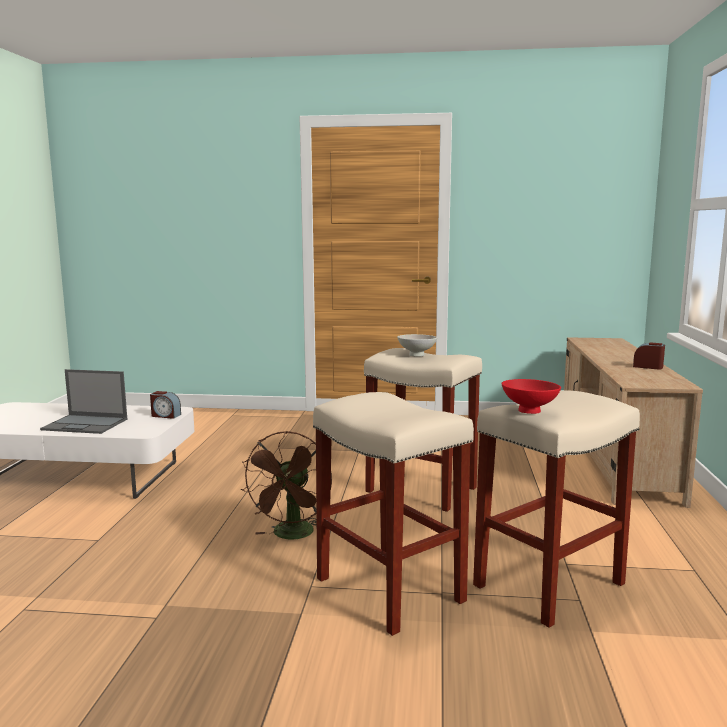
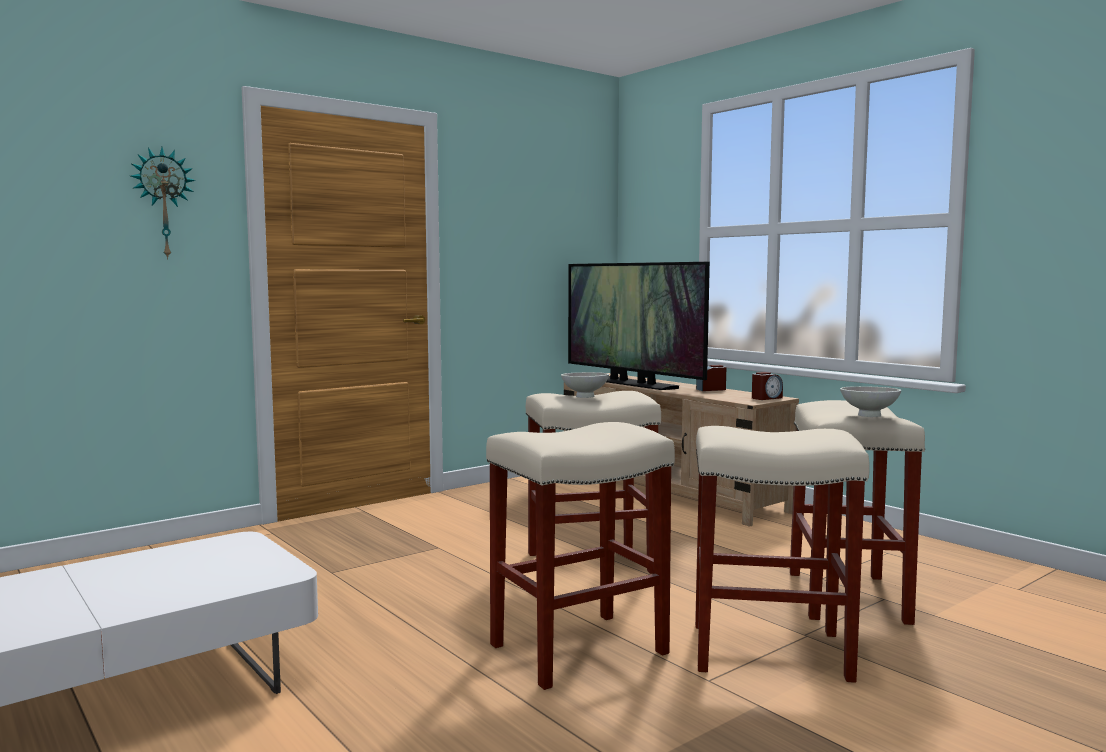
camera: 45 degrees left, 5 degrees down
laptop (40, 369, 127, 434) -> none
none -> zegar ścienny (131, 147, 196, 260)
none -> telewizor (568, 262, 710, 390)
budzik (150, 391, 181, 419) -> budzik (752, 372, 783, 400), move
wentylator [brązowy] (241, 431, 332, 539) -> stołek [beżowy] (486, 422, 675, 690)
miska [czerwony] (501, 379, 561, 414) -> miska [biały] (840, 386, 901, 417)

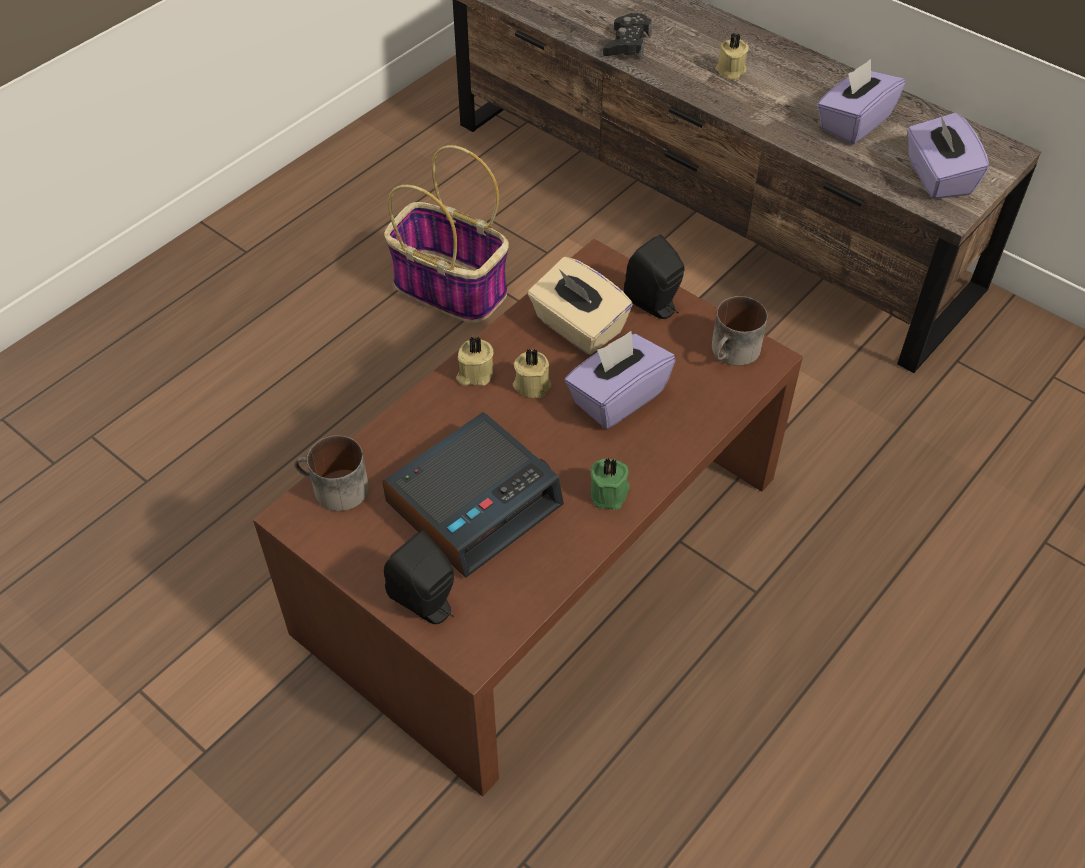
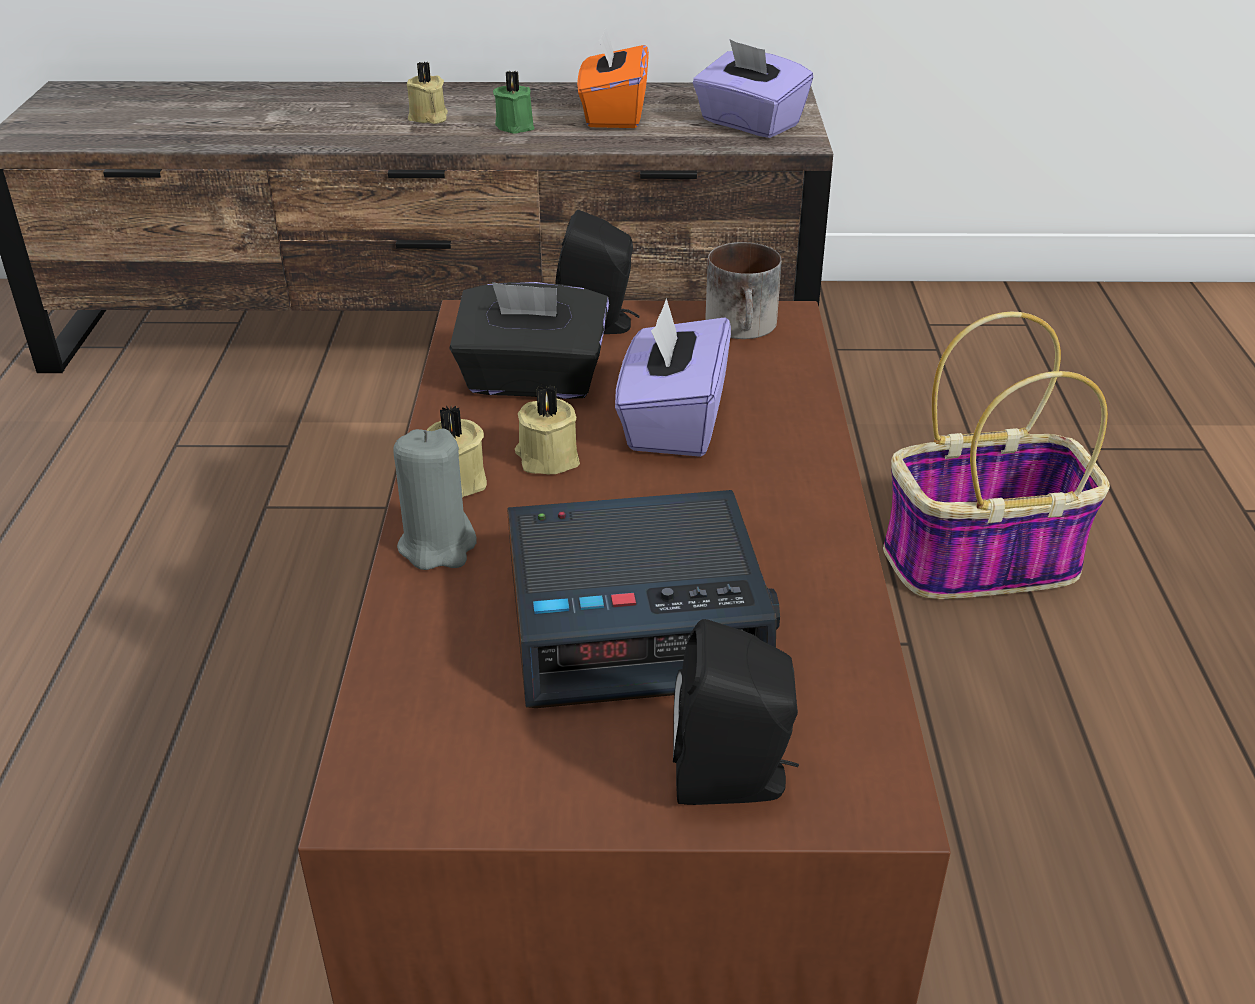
camera: 40 degrees left, 15 degrees down
kubek (294, 435, 369, 511) -> none
pad do gier [czarny] (603, 13, 652, 59) -> none
none -> świeca [szary] (393, 428, 477, 570)
koszyk (384, 145, 509, 323) -> koszyk (883, 312, 1110, 599), move
świeca [zielony] (590, 457, 630, 510) -> świeca [zielony] (493, 71, 534, 134), move
pudełko chusteczek [beżowy] (528, 257, 633, 355) -> pudełko chusteczek [czarny] (449, 282, 609, 399)
pudełko chusteczek [fioletowy] (817, 59, 905, 145) -> pudełko chusteczek [pomarańczowy] (577, 27, 649, 128)
budzik (382, 412, 564, 578) -> budzik (507, 490, 780, 708), 75 degrees clockwise

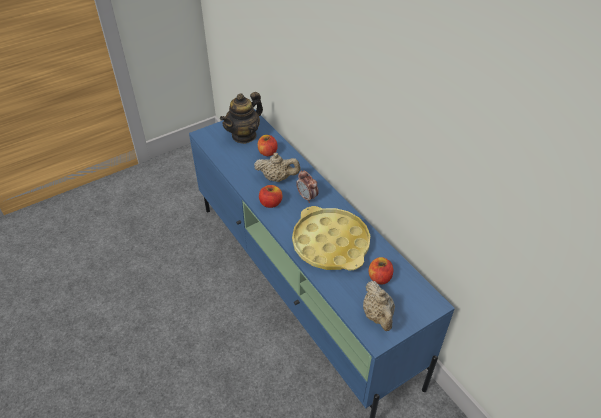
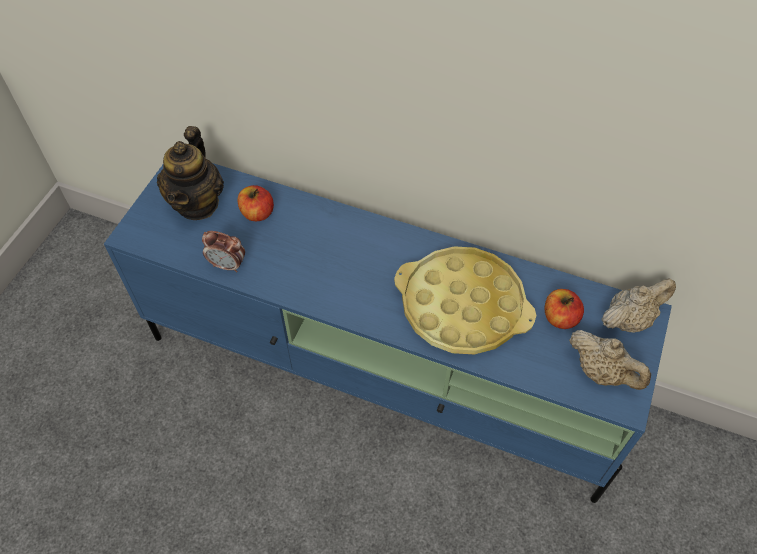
camera: 35 degrees left, 10 degrees up
jabłko (259, 185, 282, 208) -> none
imbryk [beżowy] (254, 153, 301, 182) -> imbryk [beżowy] (601, 279, 676, 332), move
budzik (296, 170, 319, 203) -> budzik (202, 231, 245, 272), move

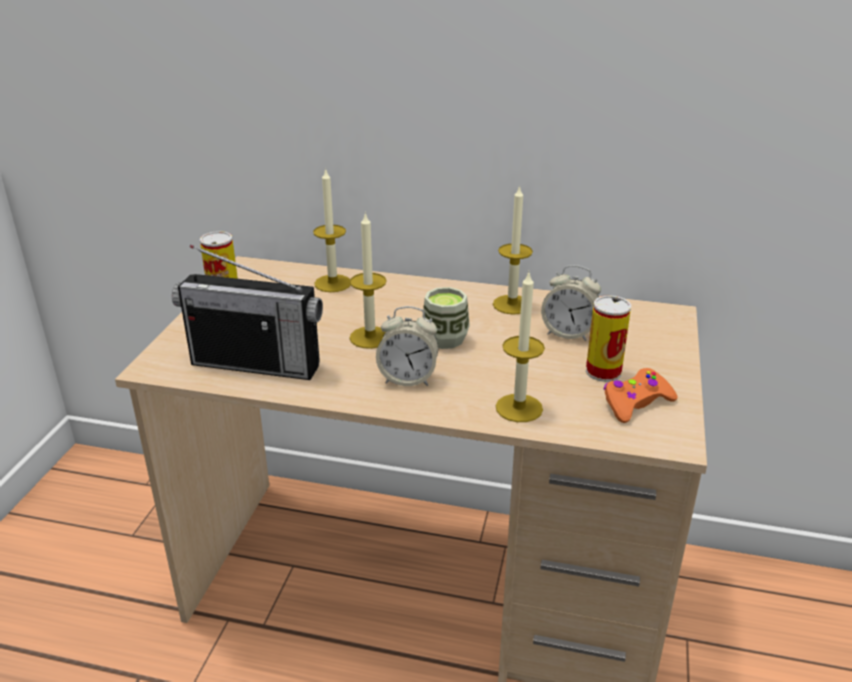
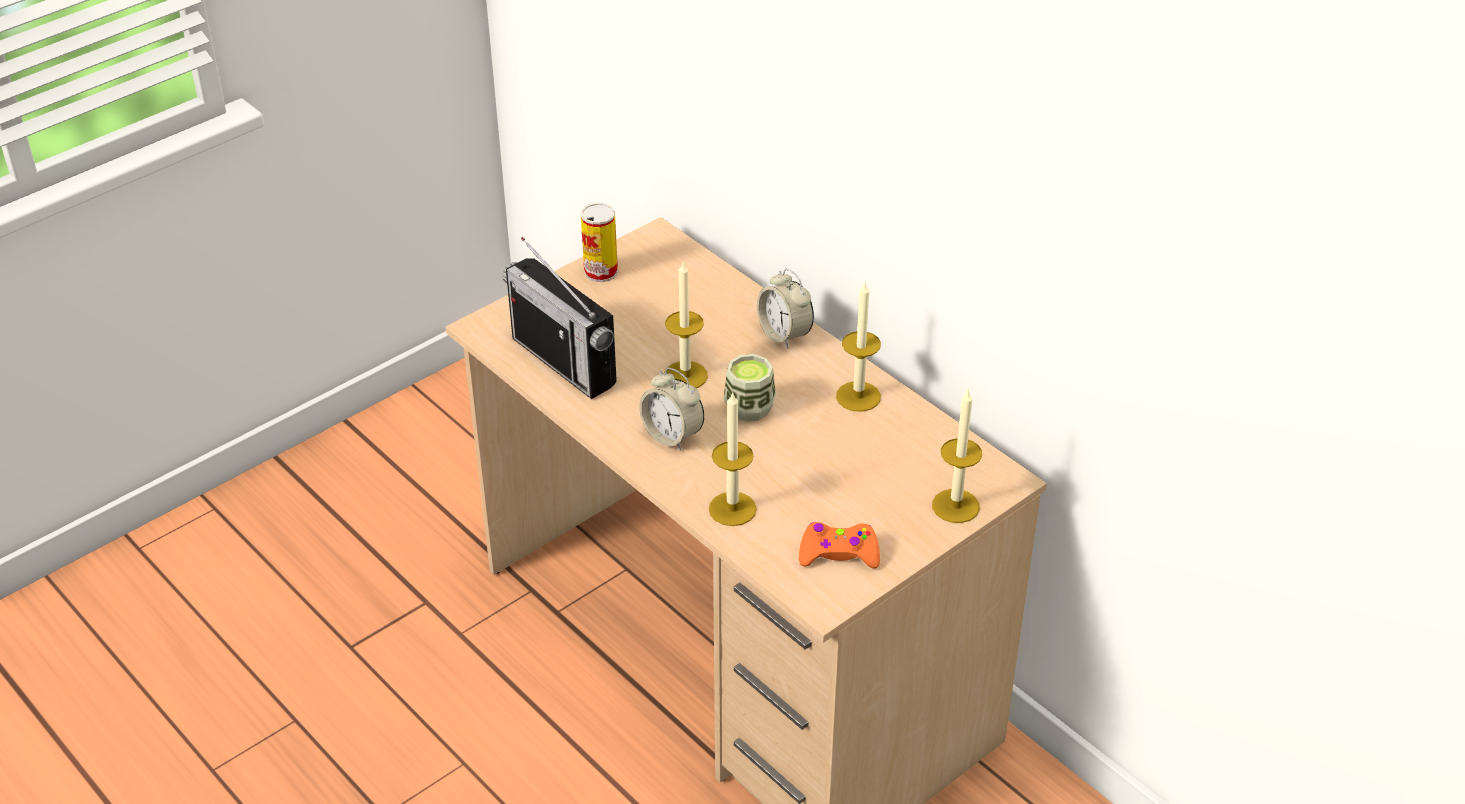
camera: 35 degrees right, 10 degrees up
puszka (586, 295, 631, 382) -> none
świeca (313, 168, 351, 292) -> świeca (932, 390, 982, 523), move
budzik (541, 265, 601, 341) -> budzik (757, 268, 814, 349), move

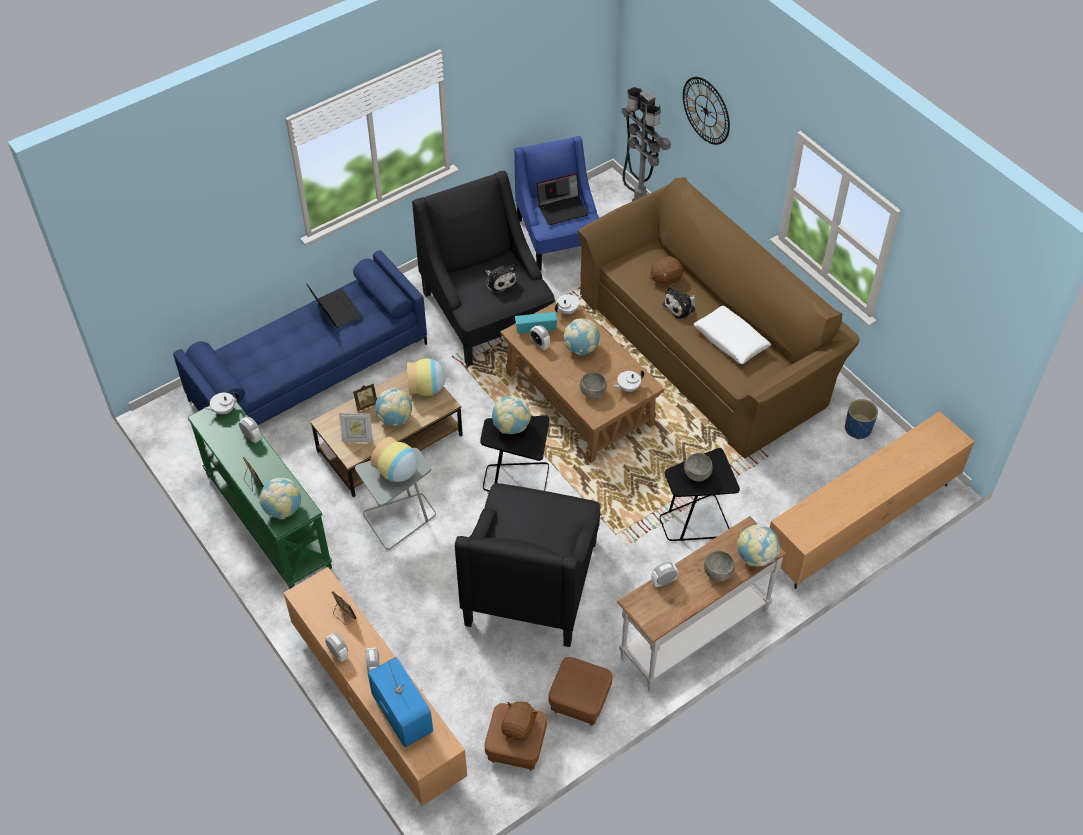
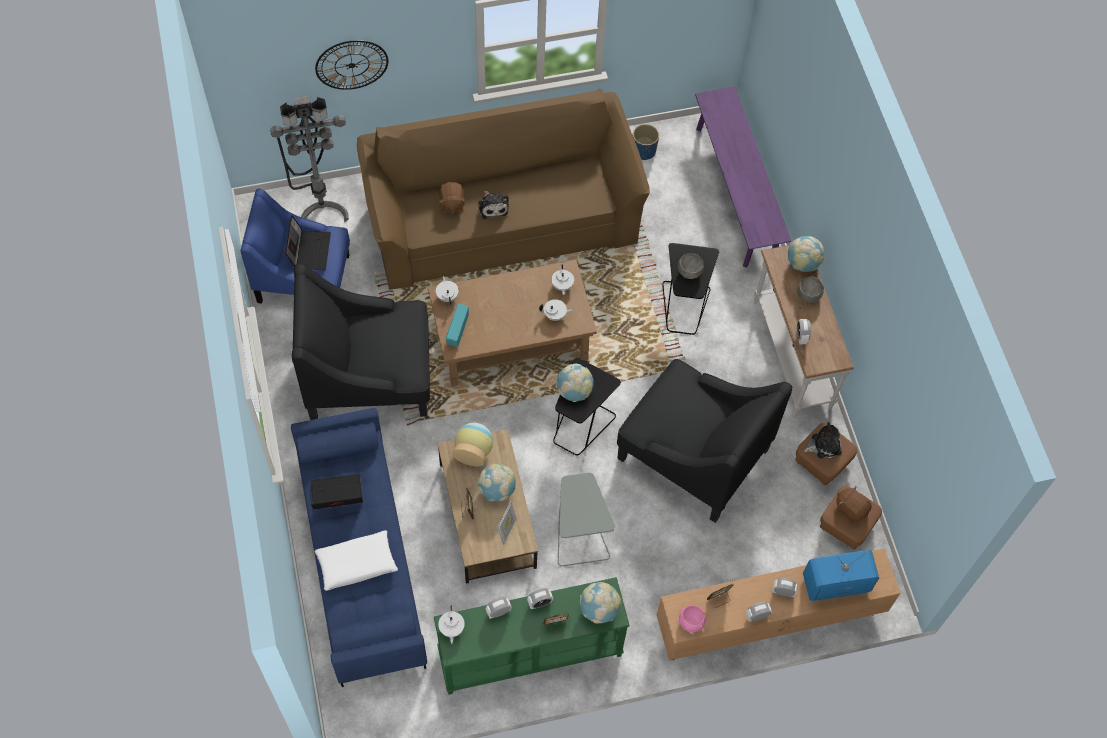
camera: 70 degrees left, 10 degrees up
wazon (370, 437, 418, 482) -> none
globus (564, 318, 600, 355) -> none
none -> miska [różowy] (678, 605, 707, 634)
pluszak (484, 264, 517, 295) -> pluszak (803, 422, 842, 458), move
budzik (530, 325, 550, 350) -> budzik (527, 588, 553, 609), move
poduszka [biały] (694, 306, 771, 364) -> poduszka [biały] (315, 530, 398, 591), move
miska [szary] (580, 372, 607, 399) -> imbryk [biały] (539, 299, 573, 321)
szafka pod telewizor [brązowy] (770, 411, 974, 589) -> ławka [fioletowy] (695, 87, 791, 268)

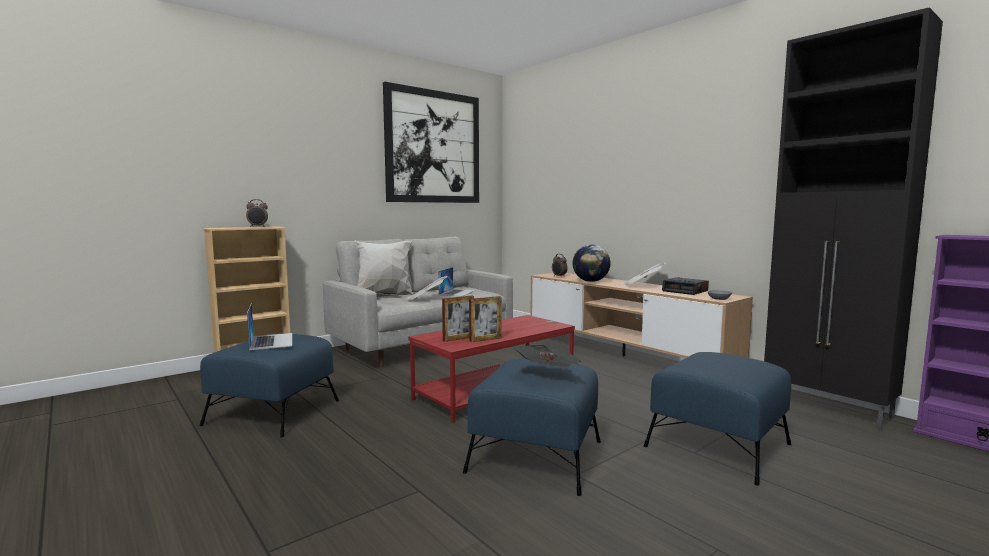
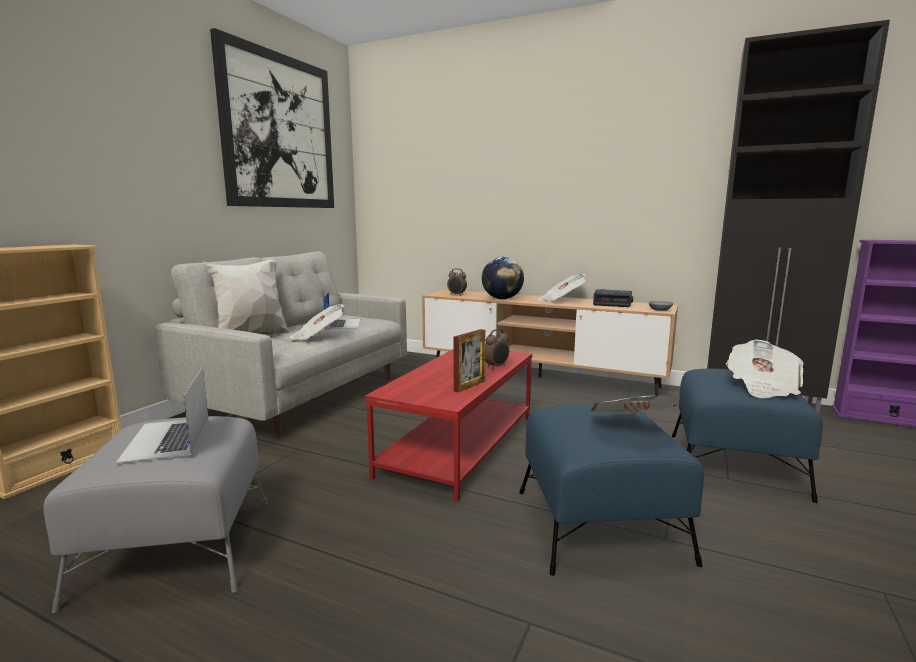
camera: 25 degrees left, 5 degrees up
ramka na zdjęcie (442, 296, 474, 342) -> none
none -> gazeta (726, 340, 803, 398)
budzik (246, 199, 268, 227) -> budzik (485, 329, 509, 369), move
pufa [niebieski] (199, 333, 339, 437) -> pufa [szary] (43, 416, 268, 613)
laptop (247, 303, 292, 350) -> laptop (116, 367, 208, 464), 150 degrees counterclockwise

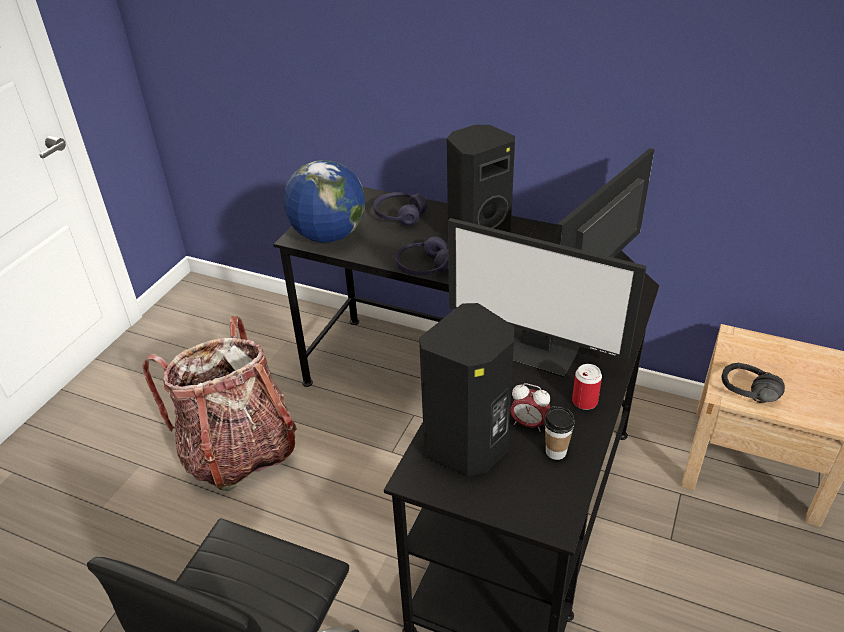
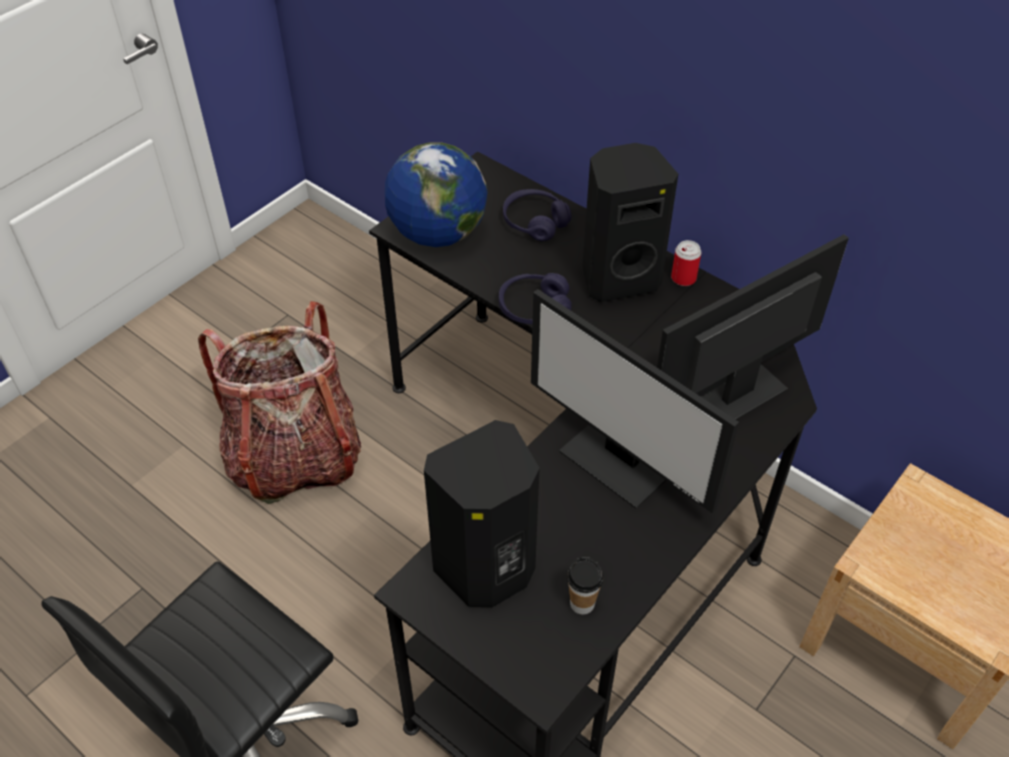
camera: 15 degrees right, 10 degrees up
budzik (510, 383, 550, 432) -> none
słuchawki [czarny] (722, 363, 785, 403) -> none
puszka (572, 364, 602, 410) -> puszka (671, 240, 701, 286), move

